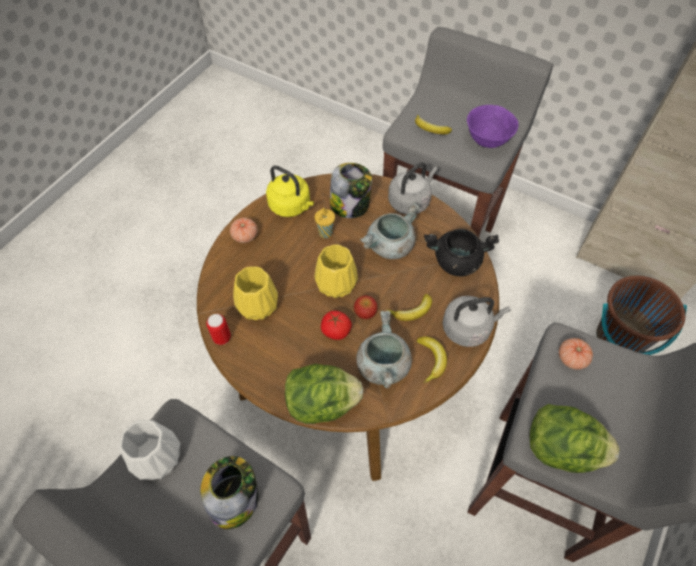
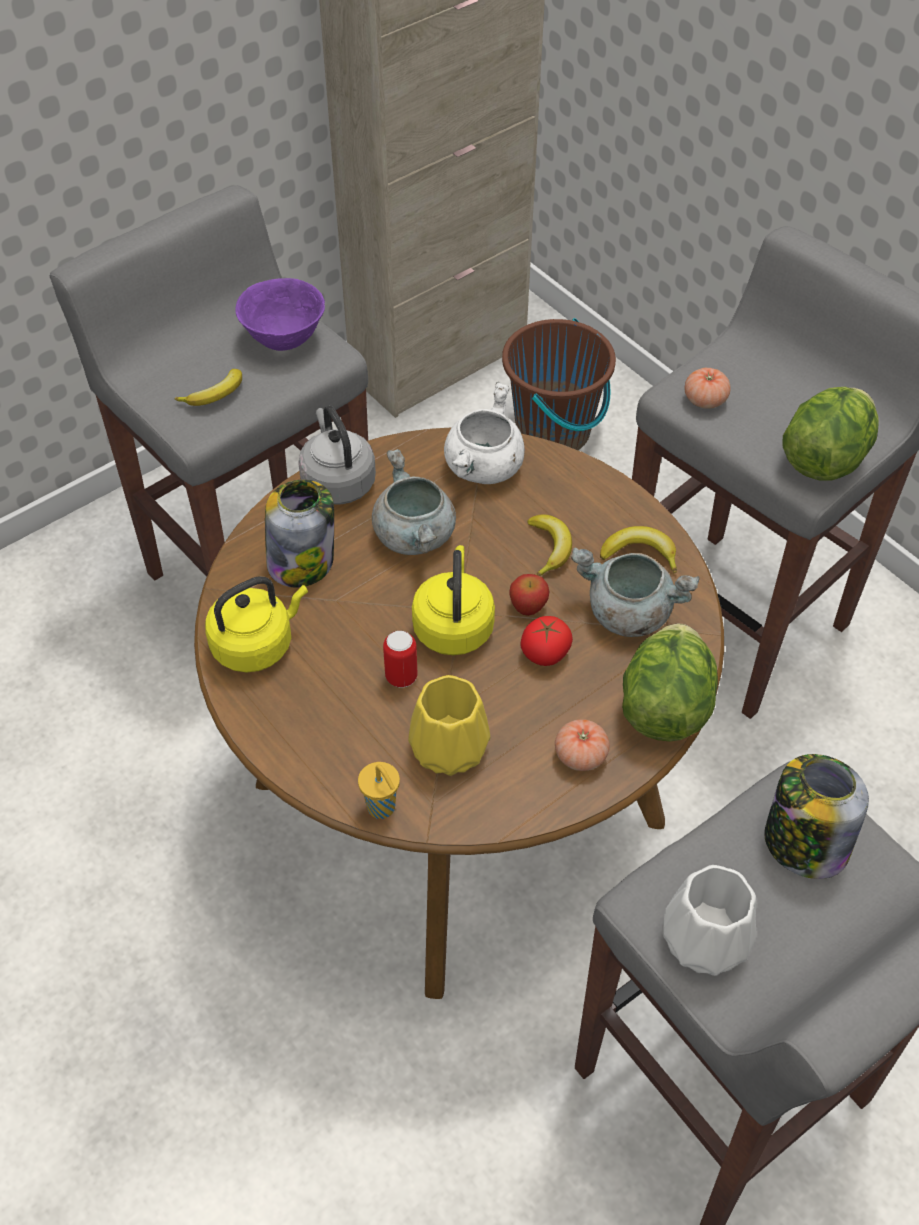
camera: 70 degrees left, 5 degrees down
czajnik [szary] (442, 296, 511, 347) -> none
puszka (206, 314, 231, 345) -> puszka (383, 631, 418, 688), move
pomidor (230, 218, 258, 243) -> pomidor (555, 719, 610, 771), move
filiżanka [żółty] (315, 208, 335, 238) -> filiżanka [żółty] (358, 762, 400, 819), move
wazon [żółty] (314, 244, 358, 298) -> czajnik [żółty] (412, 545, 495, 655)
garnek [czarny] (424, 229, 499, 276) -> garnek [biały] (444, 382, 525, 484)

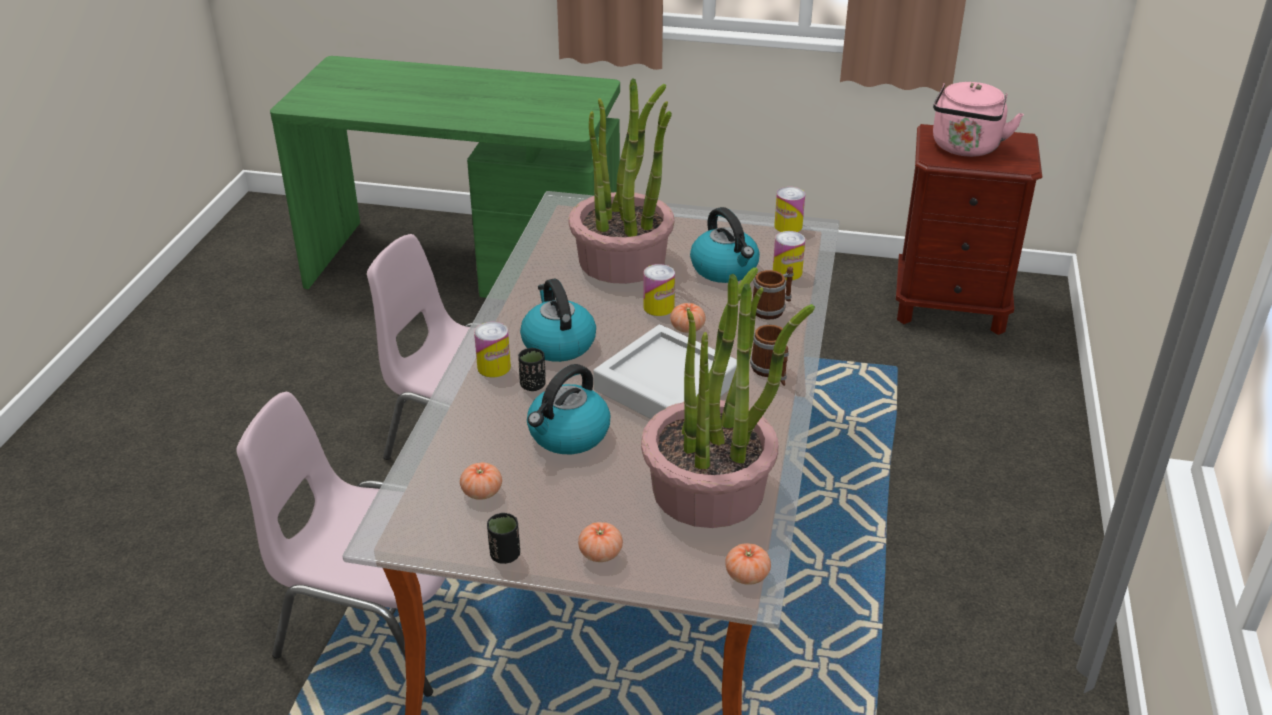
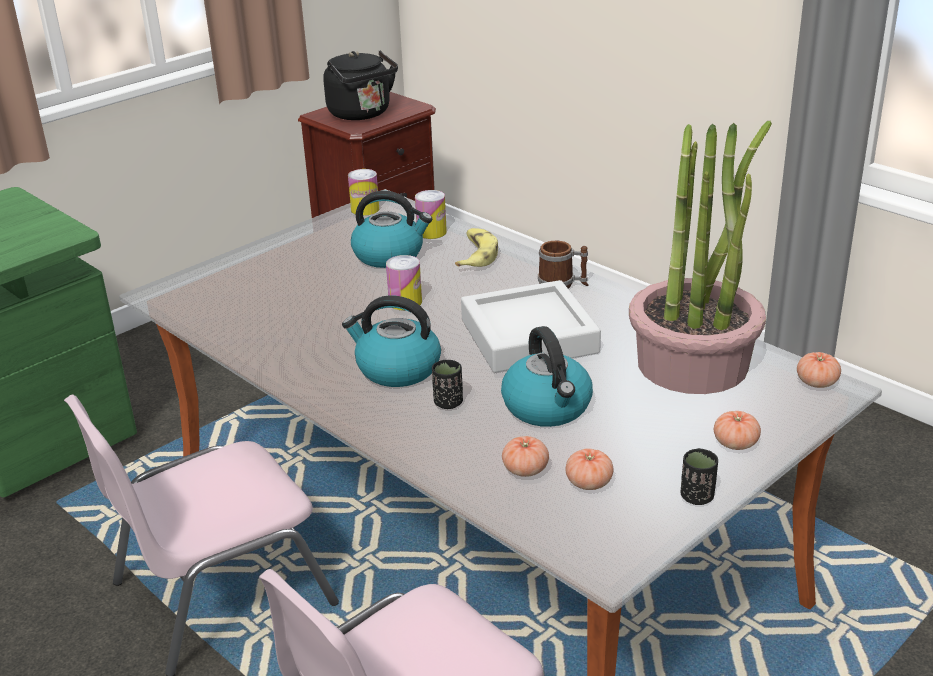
camera: 55 degrees left, 5 degrees down
puszka (474, 322, 511, 377) -> none
roślina doniczkowa (568, 78, 674, 284) -> none
pomidor (670, 303, 706, 333) -> pomidor (502, 436, 549, 477), move
kubek (751, 267, 794, 319) -> banan (455, 228, 498, 267)
czajnik [różowy] (933, 82, 1024, 157) -> czajnik [czarny] (323, 51, 398, 120)

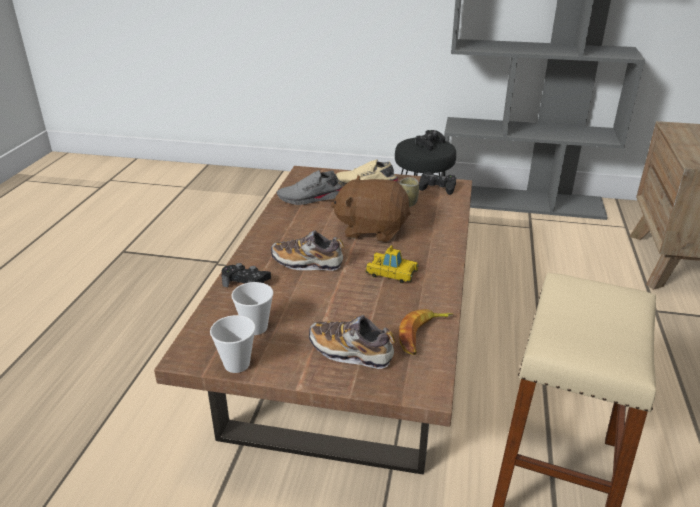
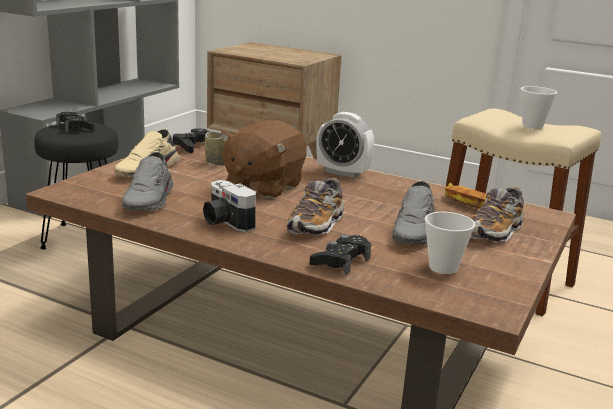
camera: 75 degrees left, 10 degrees down
samochodzik (366, 245, 419, 283) -> none
none -> aparat fotograficzny (203, 180, 256, 232)
none -> budzik (316, 112, 374, 178)
none -> but [szary] (393, 181, 435, 245)
filiżanka (210, 315, 256, 373) -> filiżanka (521, 86, 557, 129), move

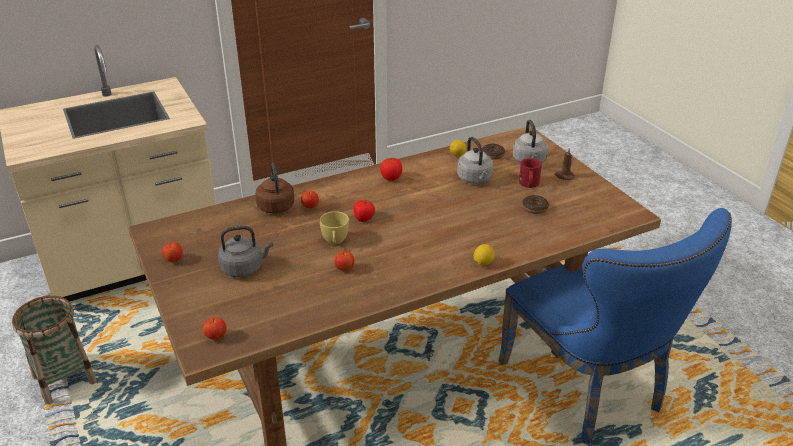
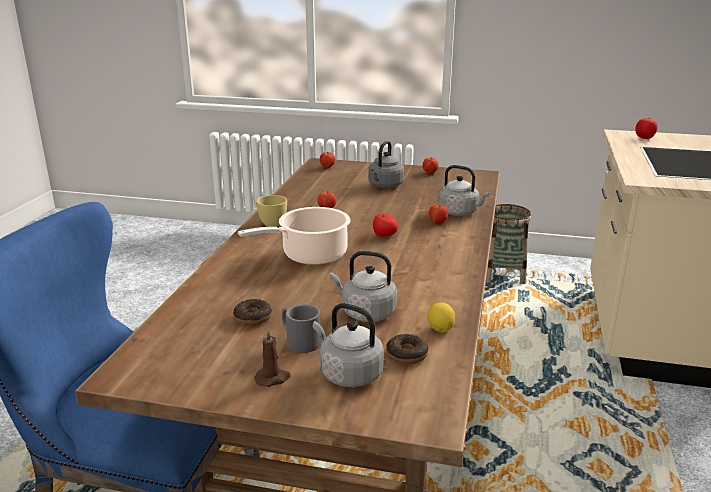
camera: 130 degrees right, 10 degrees down
cytryna (473, 244, 495, 266) -> none
none -> garnek (238, 207, 350, 265)
filiżanka [żółty] (319, 211, 349, 244) -> filiżanka [żółty] (256, 195, 287, 227), move
pomidor (380, 157, 402, 181) -> pomidor (635, 118, 658, 139), move
czajnik [brązowy] (255, 163, 294, 214) -> czajnik [szary] (438, 165, 490, 216)
kubek [czerwony] (519, 158, 542, 188) -> kubek [szary] (282, 304, 321, 353)

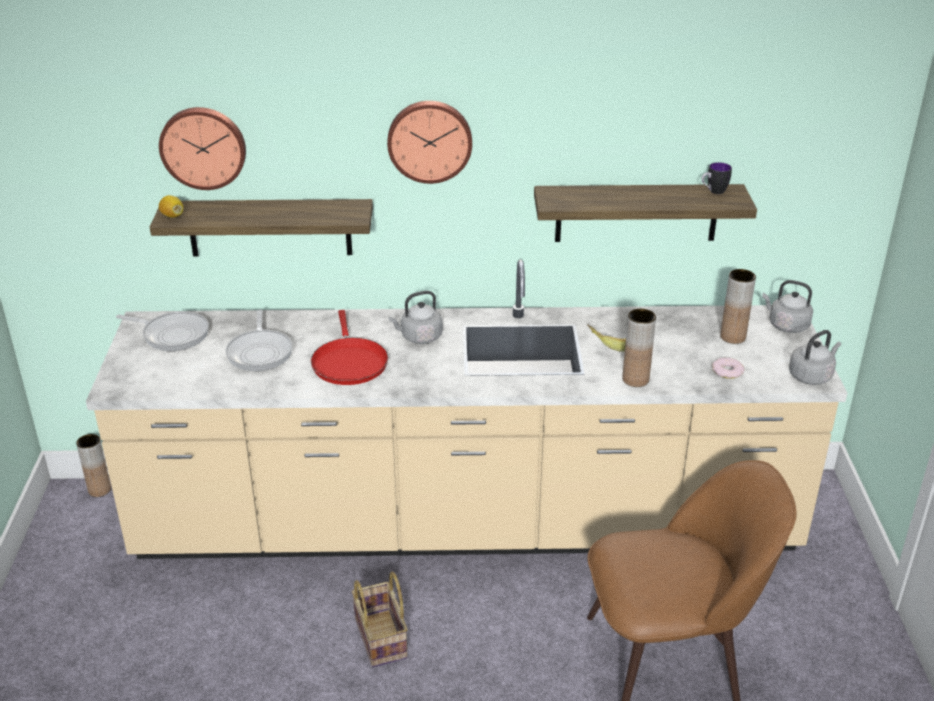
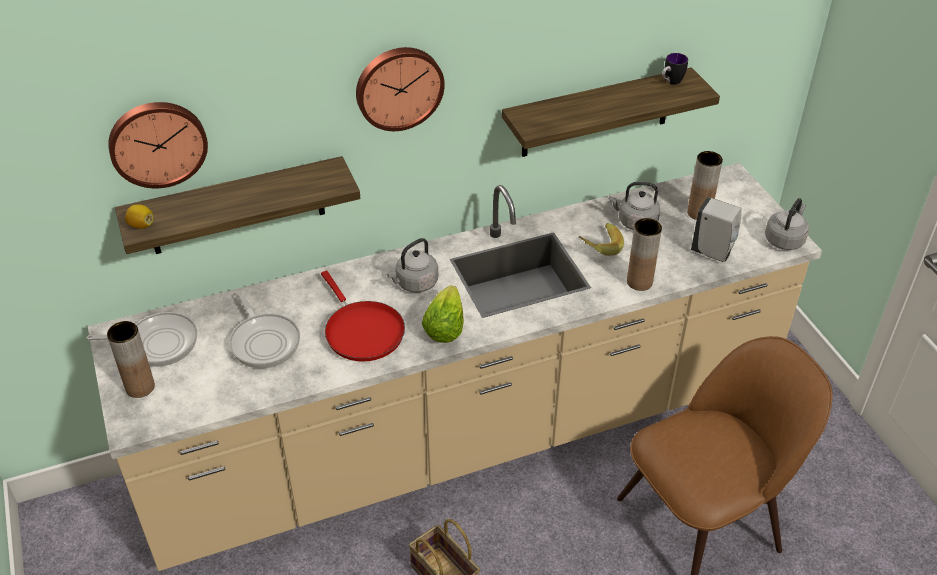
camera: 20 degrees left, 10 degrees up
none -> sałata (422, 285, 464, 343)
wazon [brązowy] (76, 434, 111, 497) -> wazon [brązowy] (107, 321, 155, 398), move
czajnik [szary] (762, 280, 813, 333) -> czajnik [szary] (609, 182, 660, 230), move
donut (712, 358, 745, 379) -> dozownik mydła [biały] (691, 197, 741, 262)

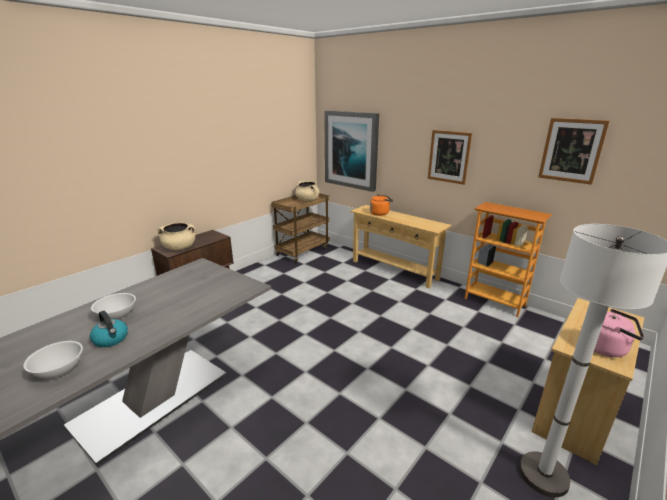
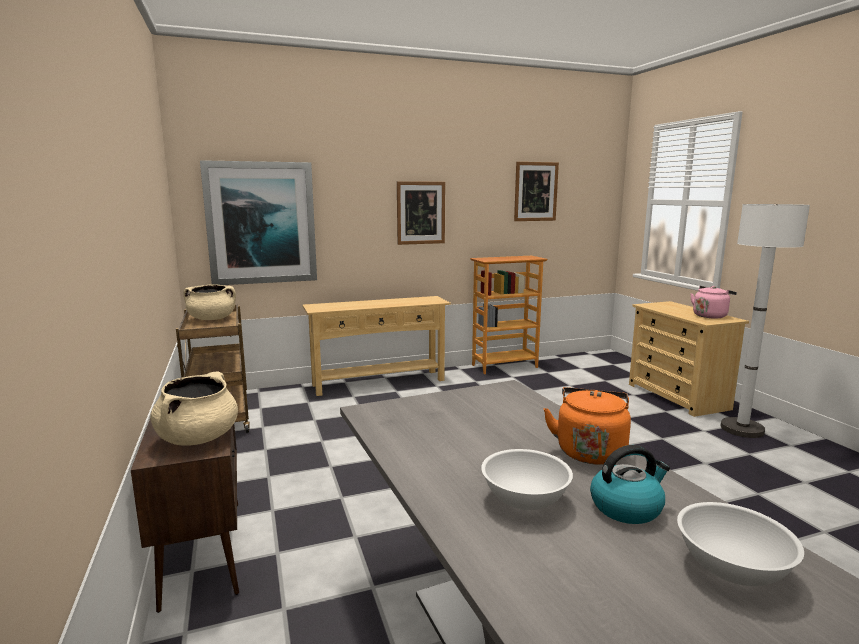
camera: 60 degrees left, 10 degrees down
czajnik [pomarańczowy] (370, 194, 393, 216) -> czajnik [pomarańczowy] (543, 387, 631, 465), move

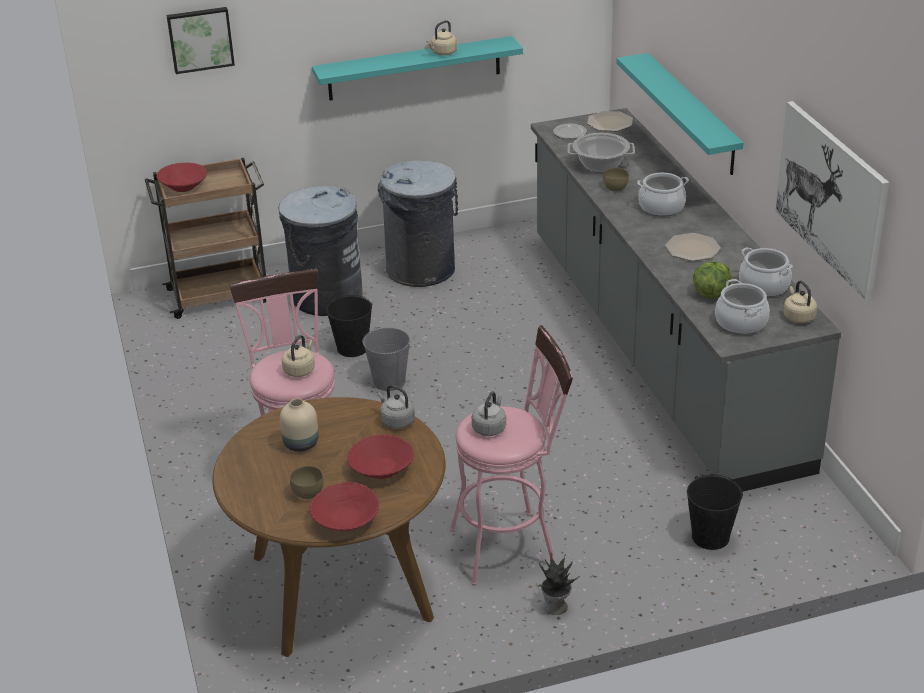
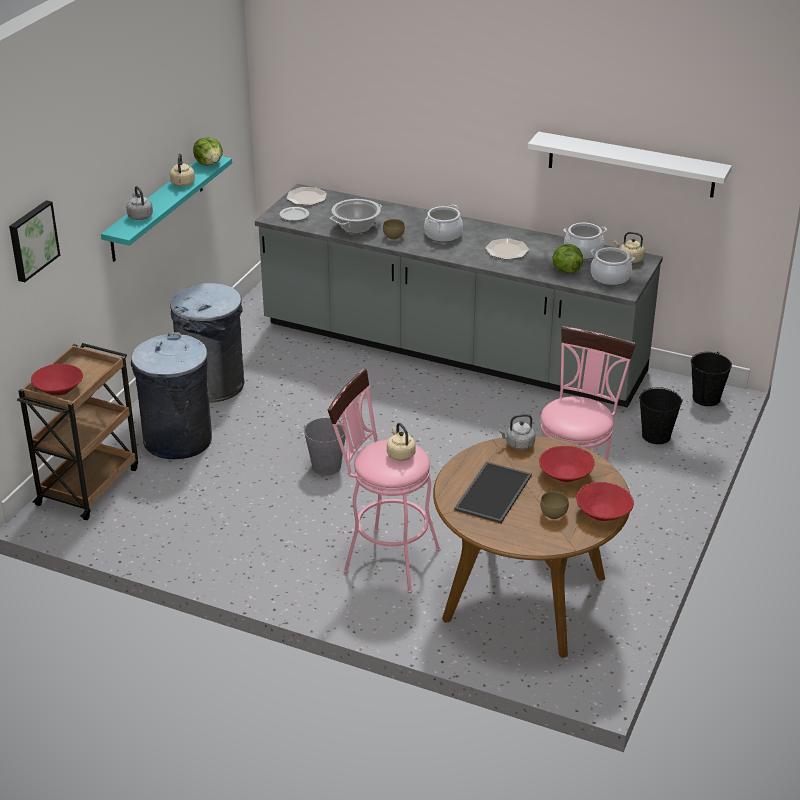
camera: 50 degrees left, 0 degrees up
roślina doniczkowa (536, 553, 580, 615) -> none
półka [turkusowy] (616, 53, 743, 175) -> none
none -> sałata (193, 138, 223, 166)
wiadro [czarny] (326, 295, 372, 357) -> wiadro [czarny] (691, 352, 732, 406), move
czajnik [szary] (472, 391, 506, 436) -> czajnik [szary] (126, 186, 153, 220), move
wazon [beżowy] (280, 398, 319, 452) -> taca (454, 462, 532, 523)
obraz (775, 101, 889, 300) -> półka [biały] (528, 131, 732, 198)

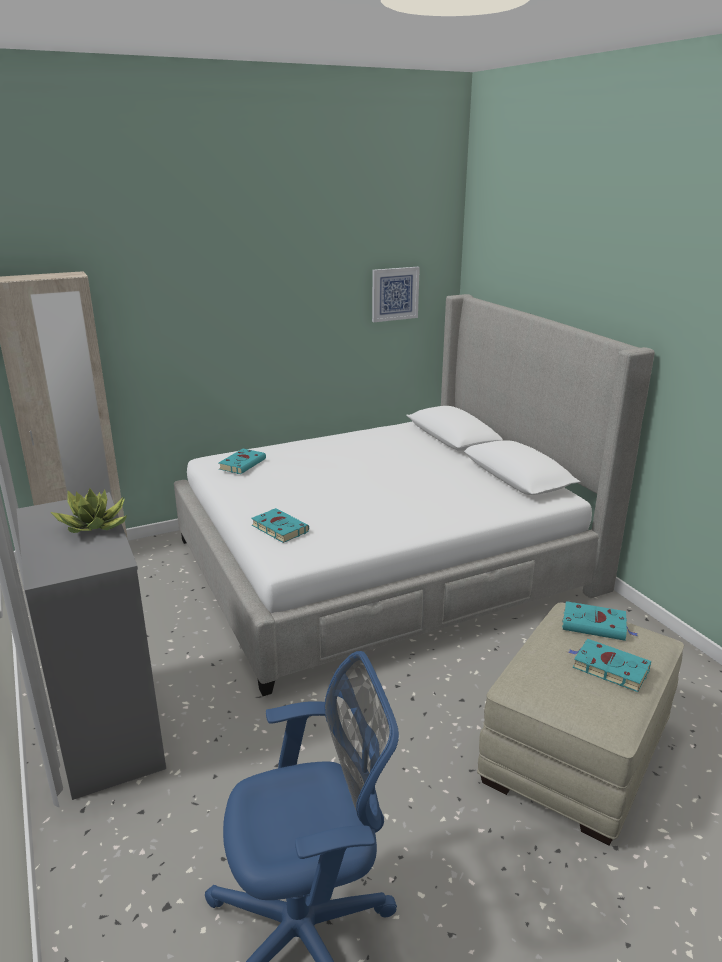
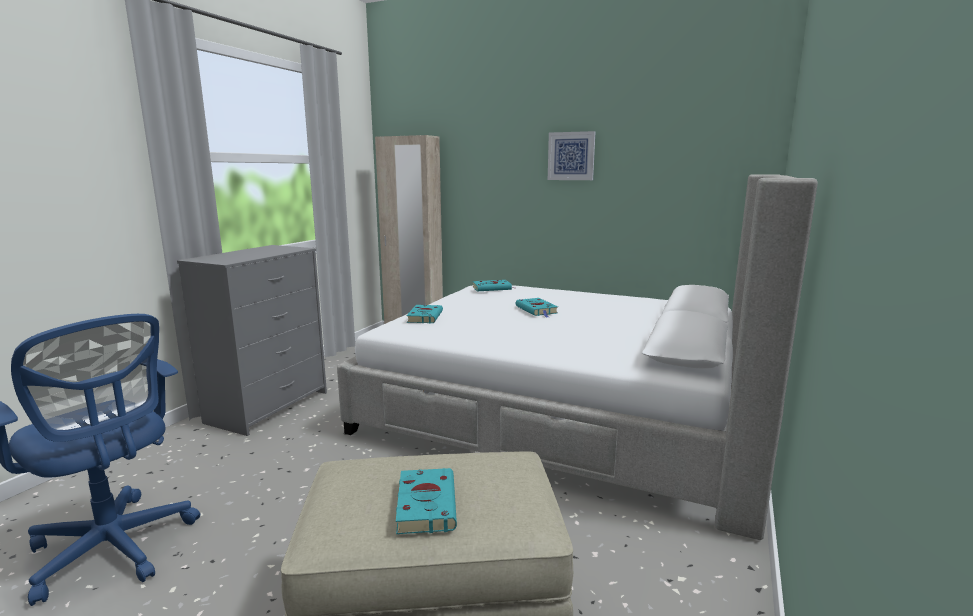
camera: 50 degrees right, 10 degrees down
roślina doniczkowa (51, 488, 127, 533) -> none
obraz (372, 267, 420, 322) -> obraz (548, 131, 596, 180), move
książka [turkusowy] (562, 601, 638, 641) -> książka [turkusowy] (516, 298, 558, 317), move

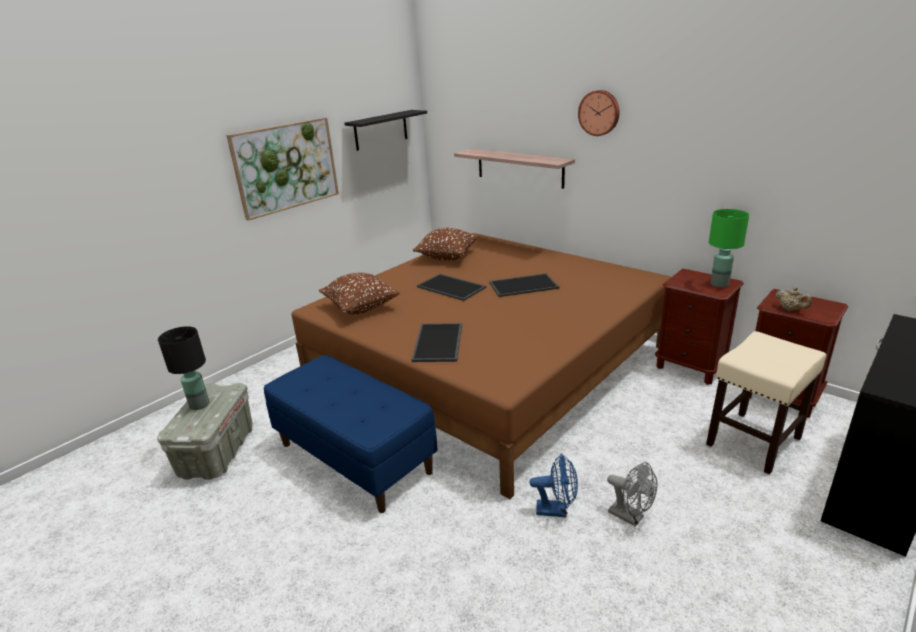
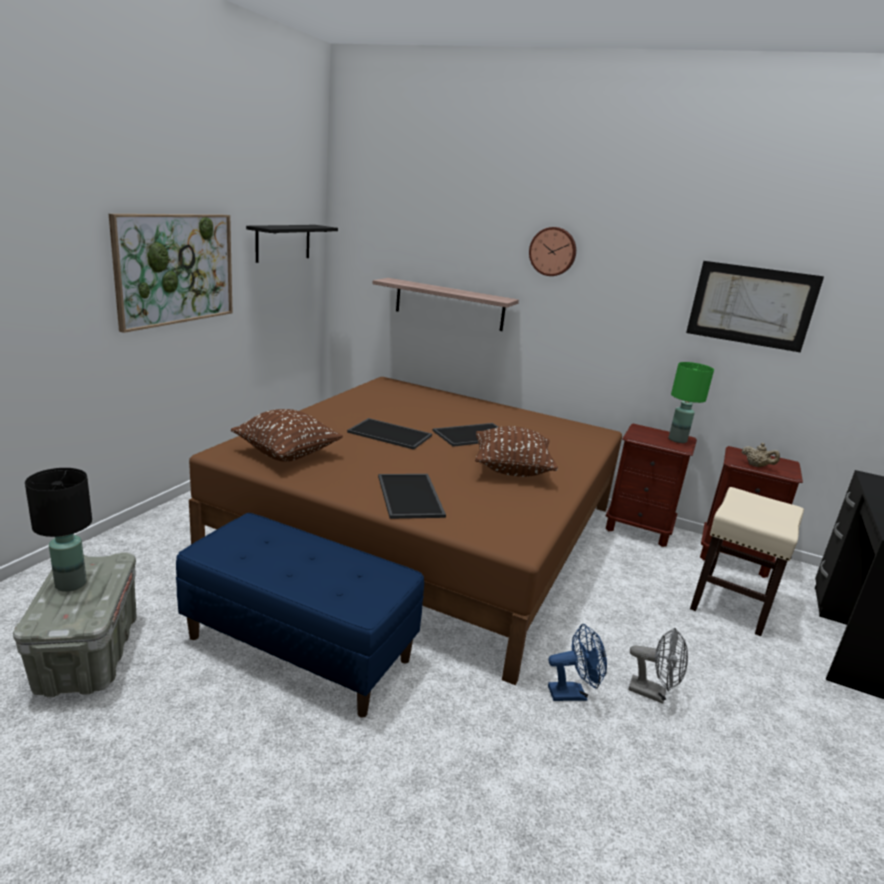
camera: 20 degrees left, 5 degrees down
none -> obraz (686, 261, 824, 352)
poduszka [brązowy] (413, 228, 478, 261) -> poduszka [brązowy] (475, 426, 558, 477), move

